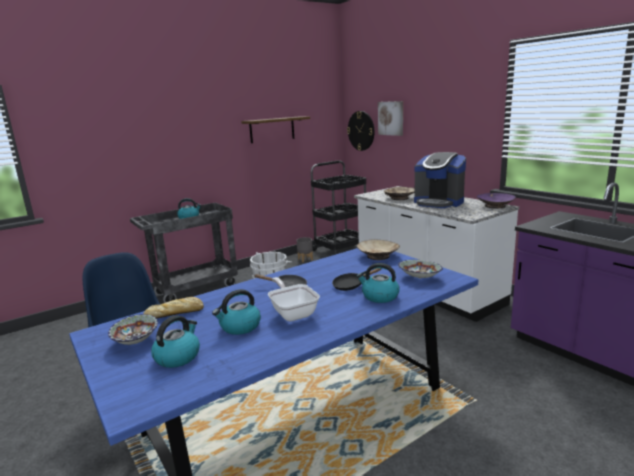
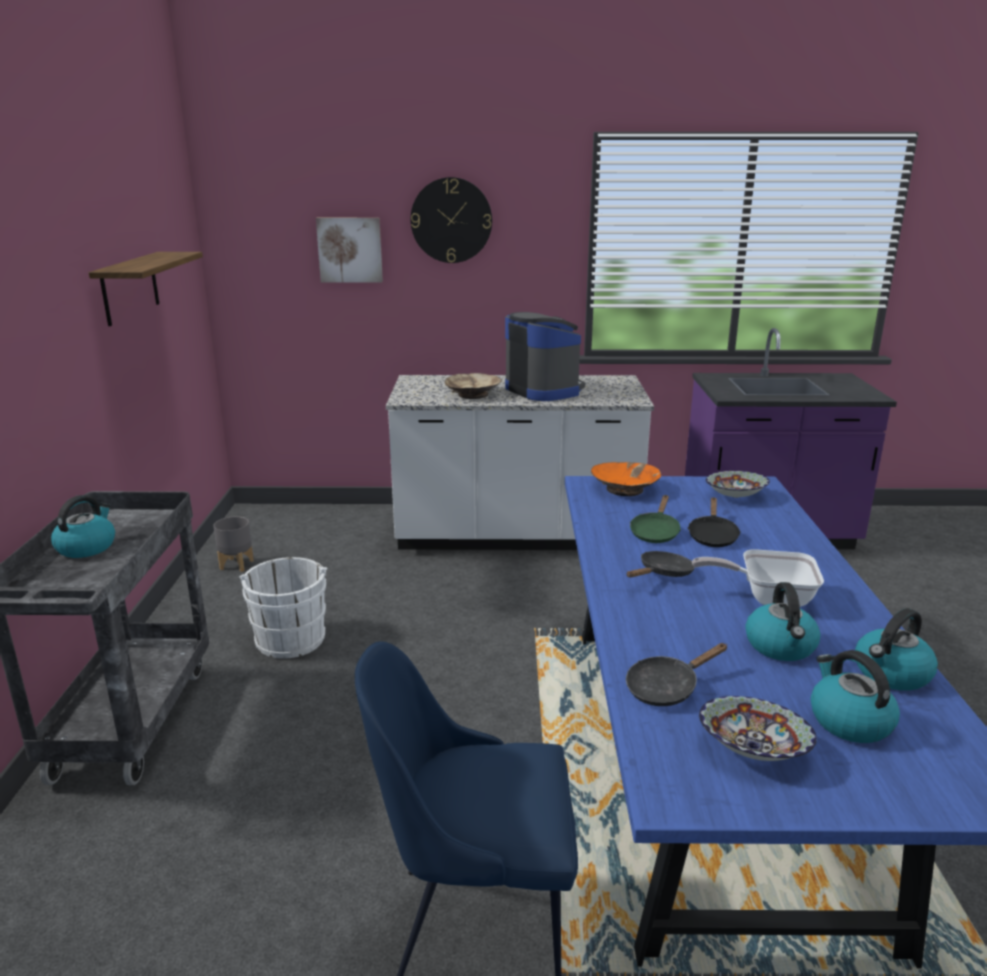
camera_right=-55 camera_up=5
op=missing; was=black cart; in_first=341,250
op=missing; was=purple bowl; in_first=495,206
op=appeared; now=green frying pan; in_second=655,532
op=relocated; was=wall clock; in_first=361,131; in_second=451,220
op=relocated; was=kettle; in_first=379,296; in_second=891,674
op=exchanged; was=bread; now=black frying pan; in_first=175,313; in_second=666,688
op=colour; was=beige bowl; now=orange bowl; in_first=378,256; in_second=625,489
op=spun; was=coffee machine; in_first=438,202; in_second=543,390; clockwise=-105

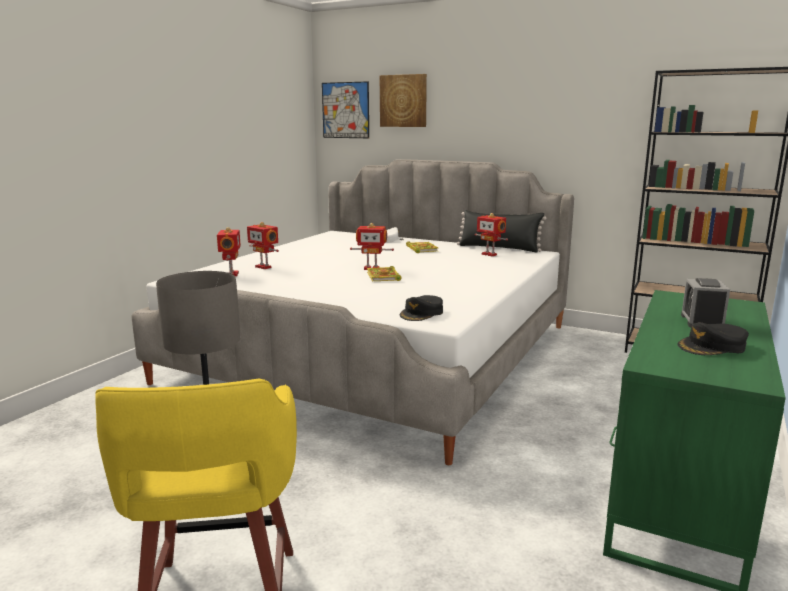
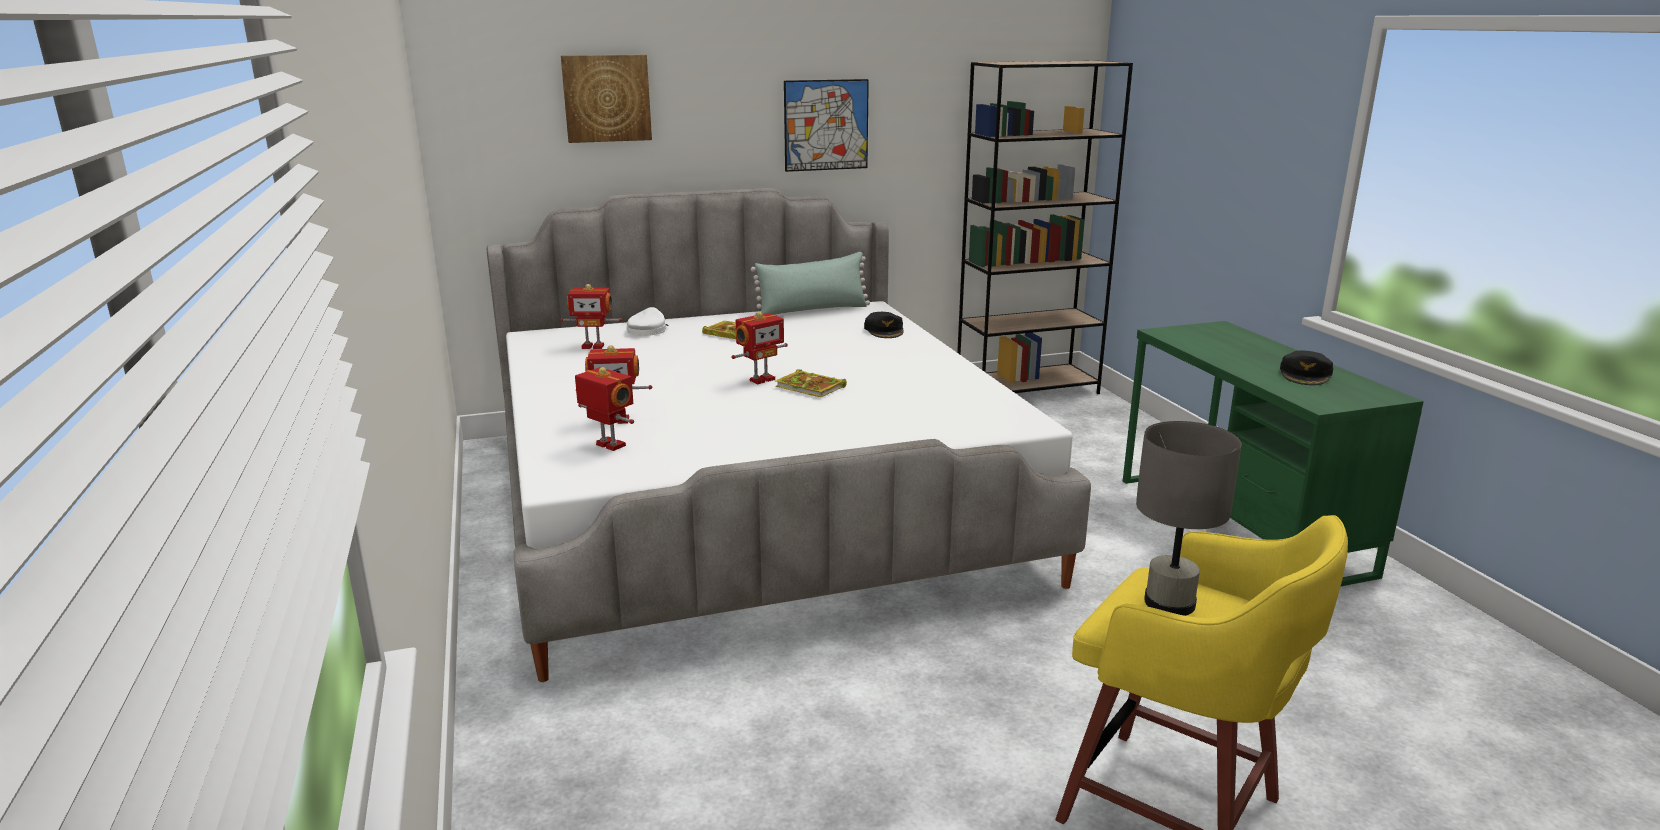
camera_right=-45 camera_up=5
op=missing; was=alarm clock; in_first=702,321
op=relocated; was=picture; in_first=345,110; in_second=826,125
op=relocated; was=black cap; in_first=422,313; in_second=884,330
op=relocated; was=toy robot; in_first=489,254; in_second=593,346
op=colour; was=black pillow; now=green pillow; in_first=499,248; in_second=812,310

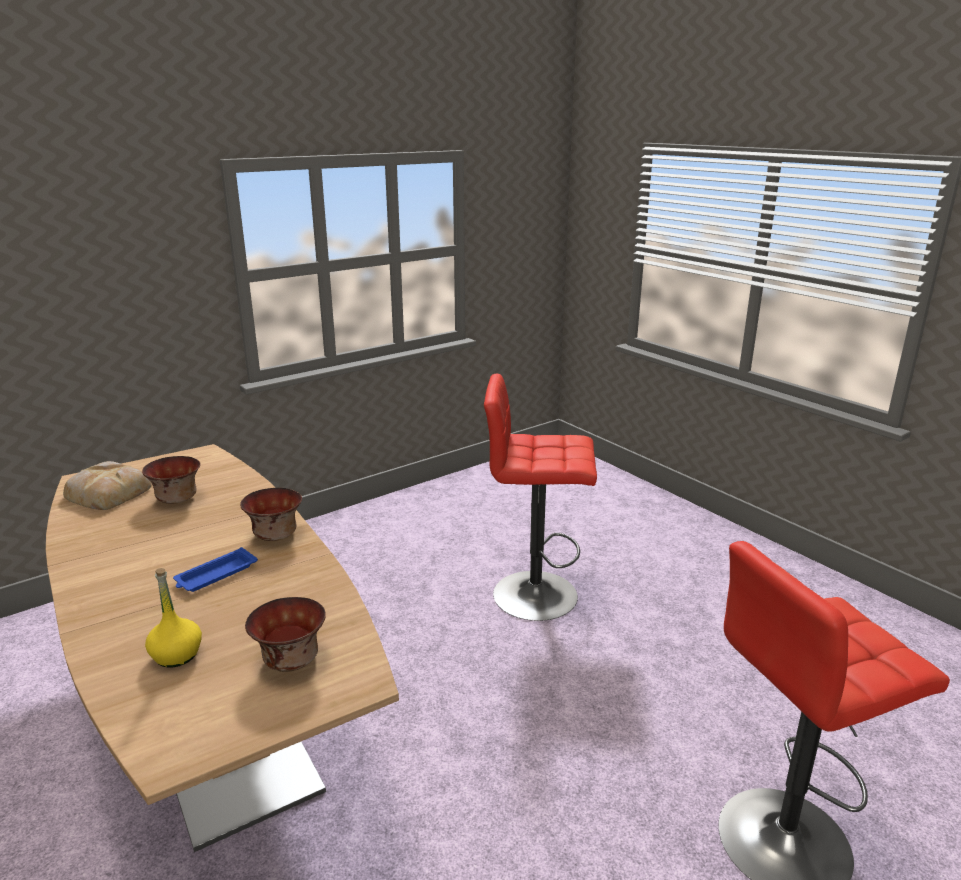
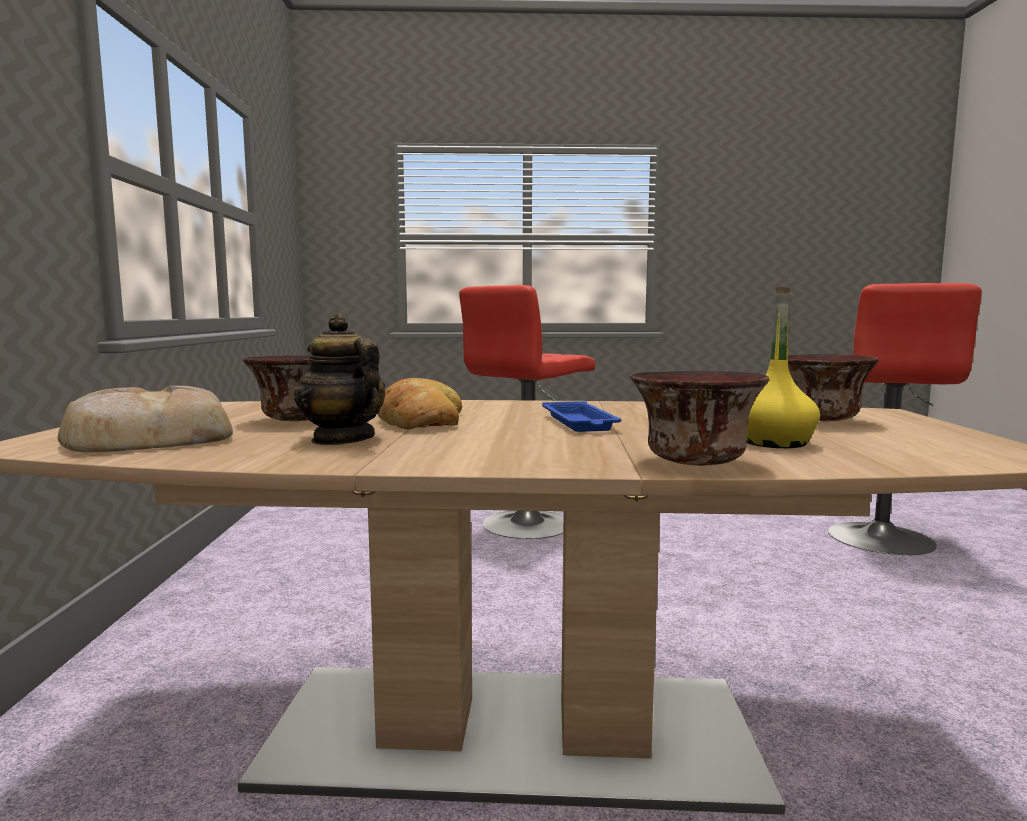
camera_right=-55 camera_up=-15
op=appeared; now=teapot; in_second=342,439
op=appeared; now=bread; in_second=420,420
op=relocated; was=bowl; in_first=274,535; in_second=695,462

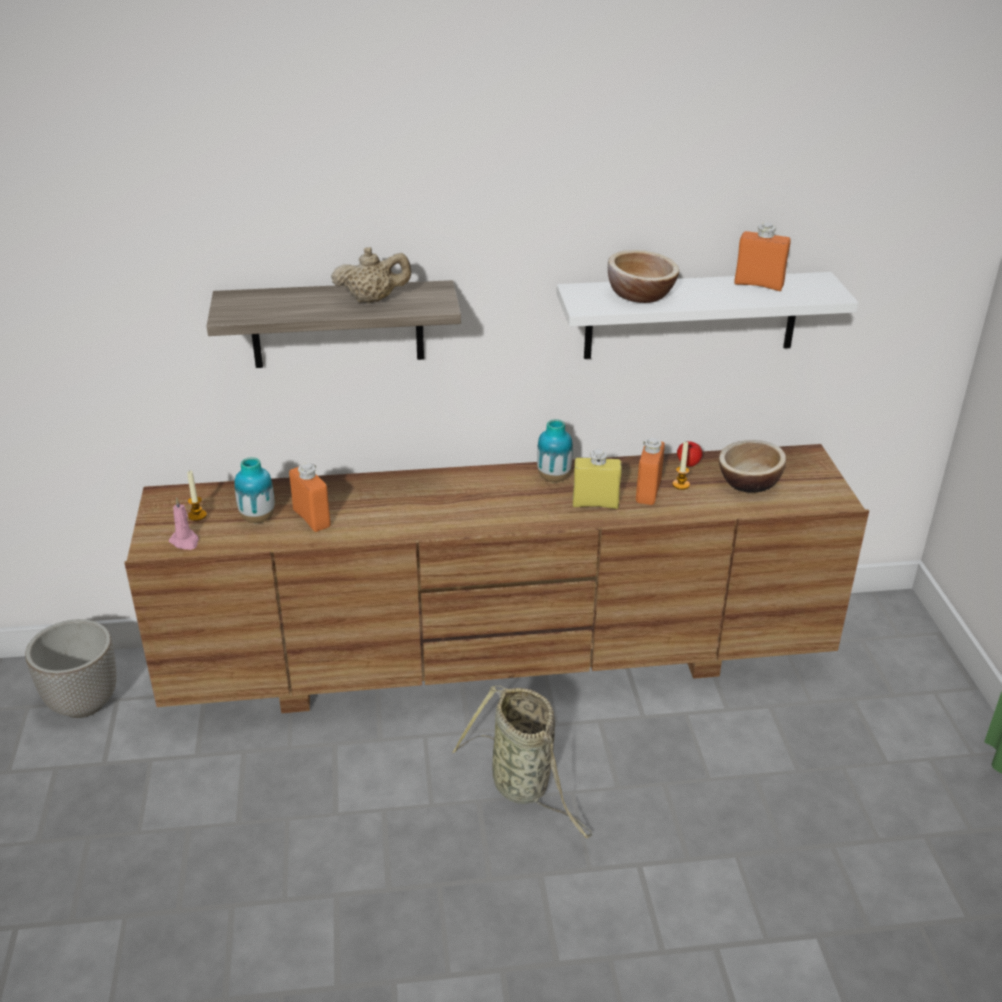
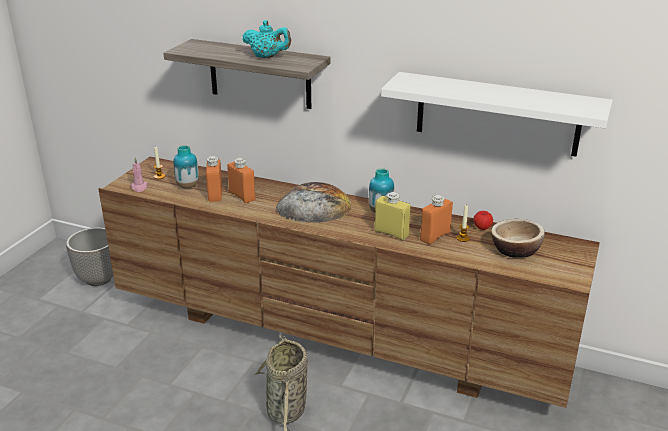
camera_right=30 camera_up=-5
op=missing; was=bowl; in_first=640,294
op=appeared; now=bread; in_second=314,206
op=relocated; was=orange bottle; in_first=758,285; in_second=242,196
op=colour; was=beige teapot; now=turquoise teapot; in_first=372,300; in_second=267,57

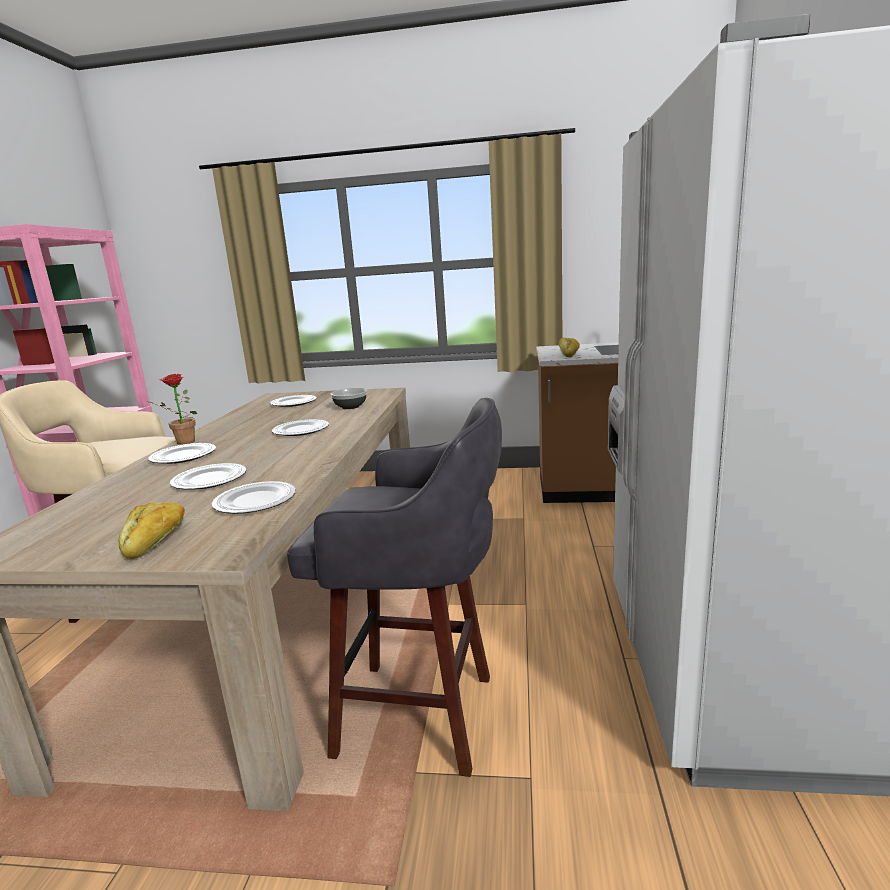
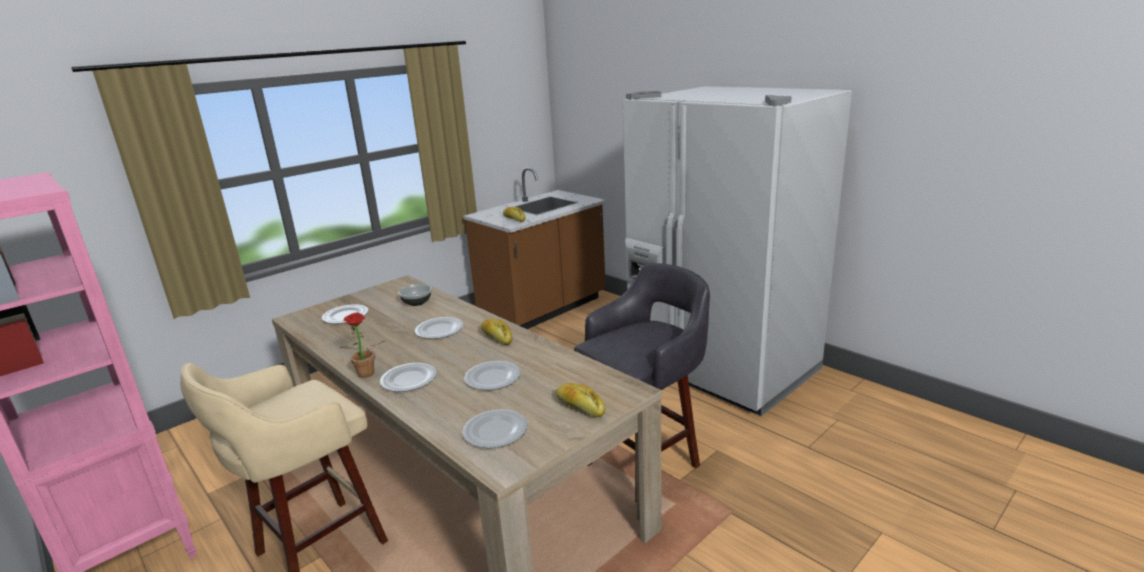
camera_right=-50 camera_up=5
op=appeared; now=bread; in_second=497,337
op=relocated; was=plate; in_first=256,500; in_second=495,430

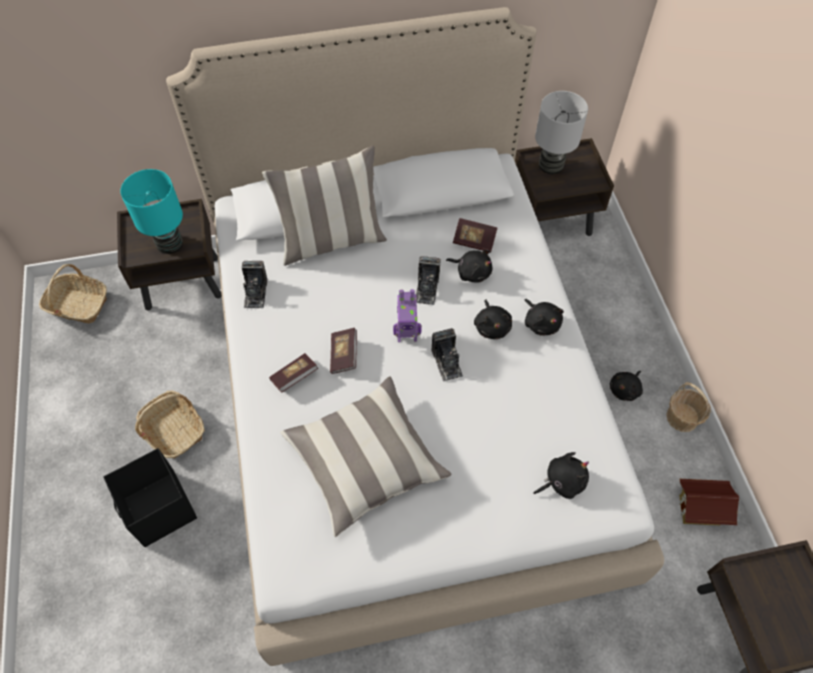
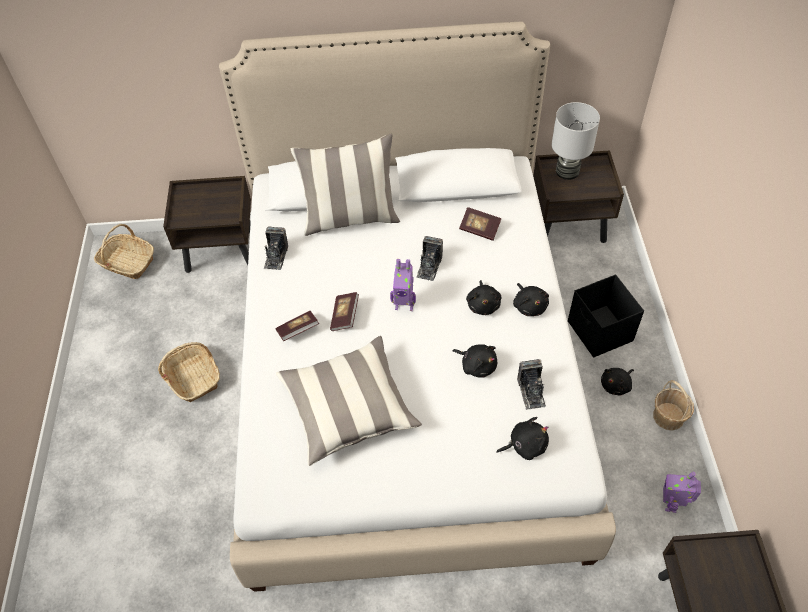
camera_right=10 camera_up=-5
op=missing; was=turquoise table lamp; in_first=169,243
op=relocated; was=black storage box; in_first=160,510; in_second=600,332
op=relocated; was=photo camera; in_first=447,362; in_second=531,392
op=relocated; was=black plush toy; in_first=472,272; in_second=477,365
op=exchanged; was=toy house; now=toy robot; in_first=699,510; in_second=672,504

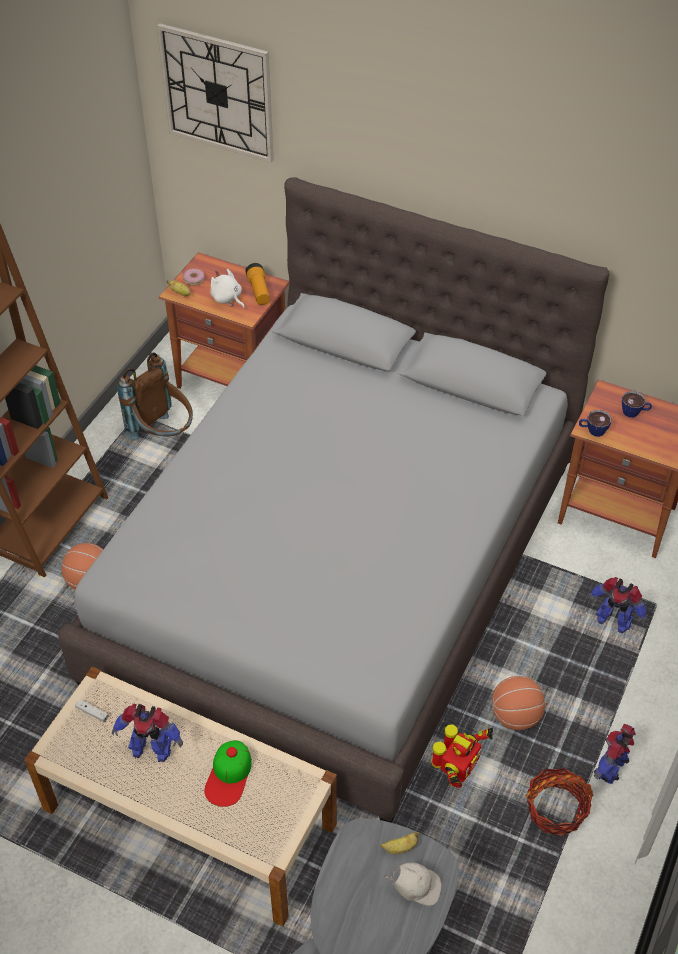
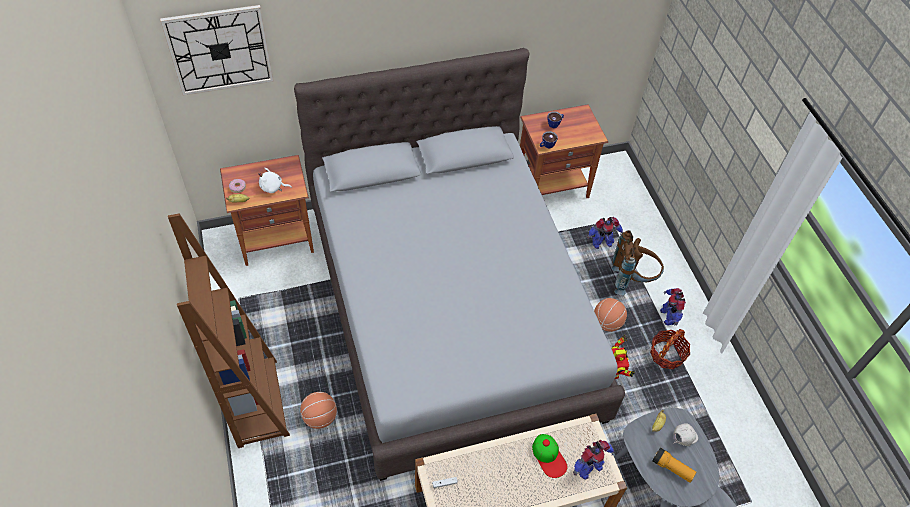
camera_right=-45 camera_up=5
op=relocated; was=toy robot; in_first=151,748; in_second=588,467
op=relocated; was=brown backpack; in_first=163,435; in_second=632,279
op=relocated; was=flashlight; in_first=259,291; in_second=672,468

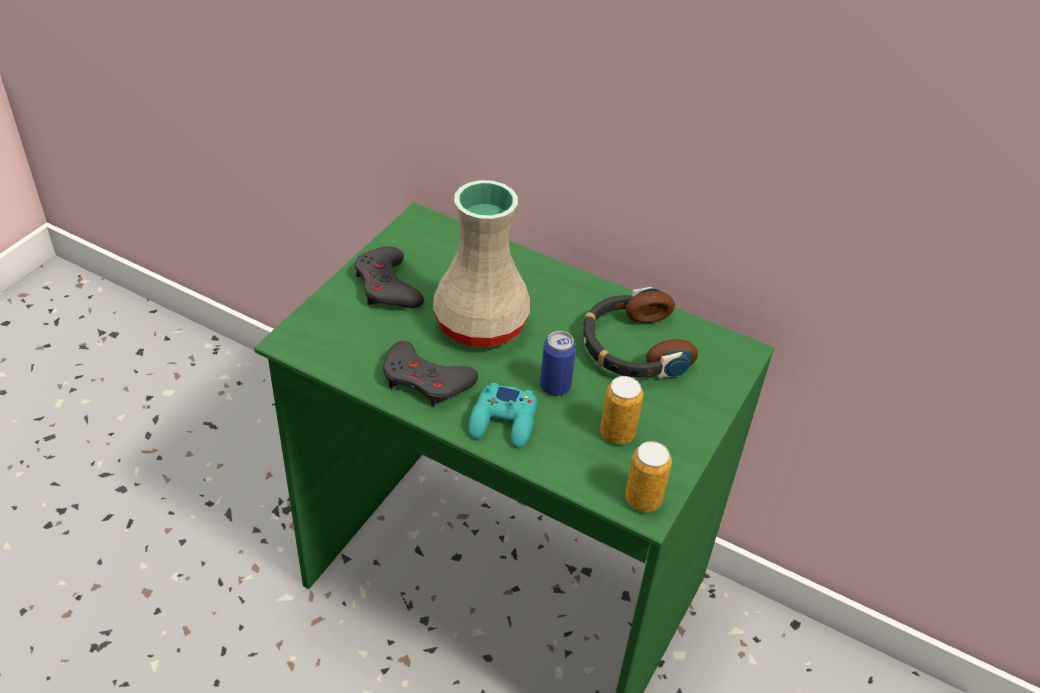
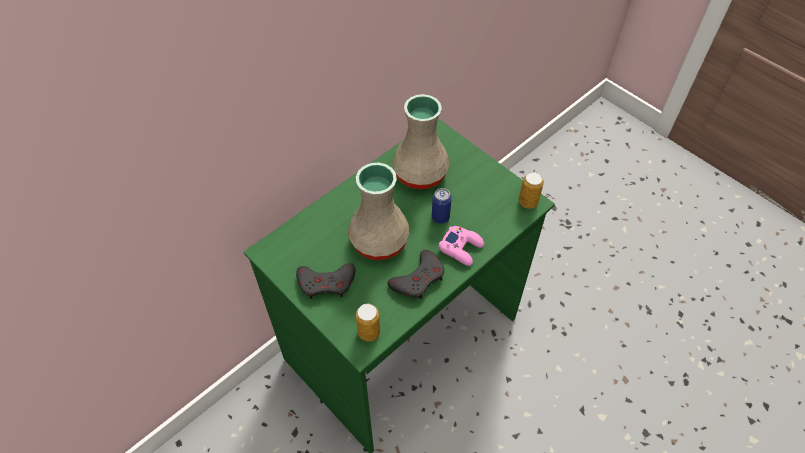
camera_right=-70 camera_up=10
op=relocated; was=can; in_first=617,433; in_second=369,332
op=exchanged; was=headphones; now=beige vase; in_first=633,347; in_second=419,174
op=colour; was=turquoise game controller; now=pink game controller; in_first=504,422; in_second=461,248

